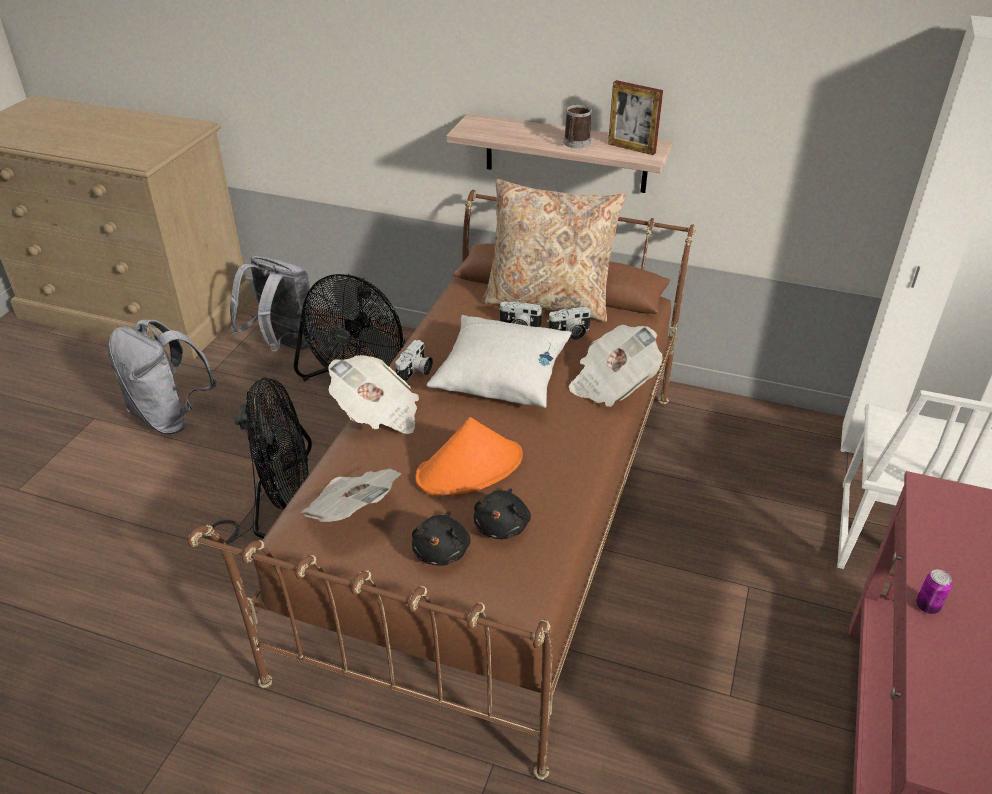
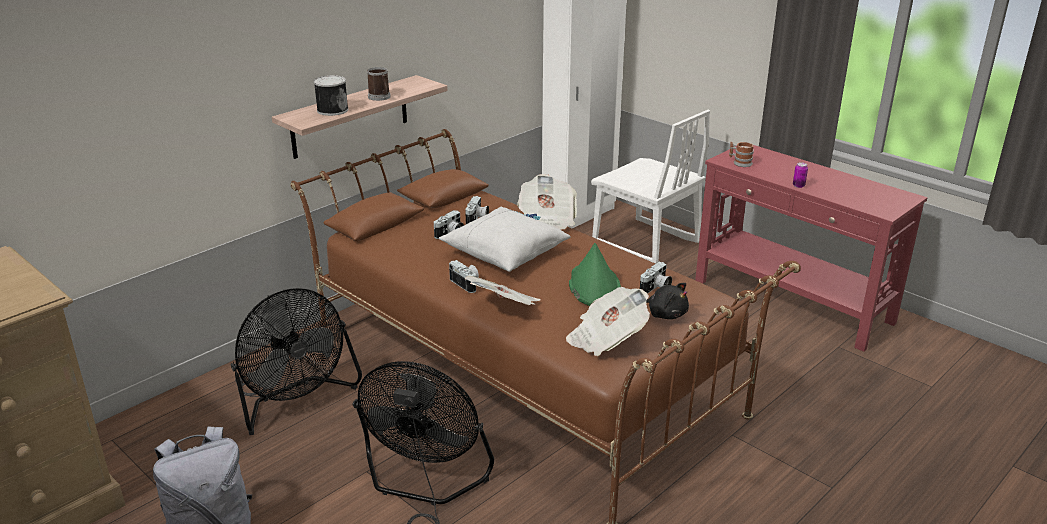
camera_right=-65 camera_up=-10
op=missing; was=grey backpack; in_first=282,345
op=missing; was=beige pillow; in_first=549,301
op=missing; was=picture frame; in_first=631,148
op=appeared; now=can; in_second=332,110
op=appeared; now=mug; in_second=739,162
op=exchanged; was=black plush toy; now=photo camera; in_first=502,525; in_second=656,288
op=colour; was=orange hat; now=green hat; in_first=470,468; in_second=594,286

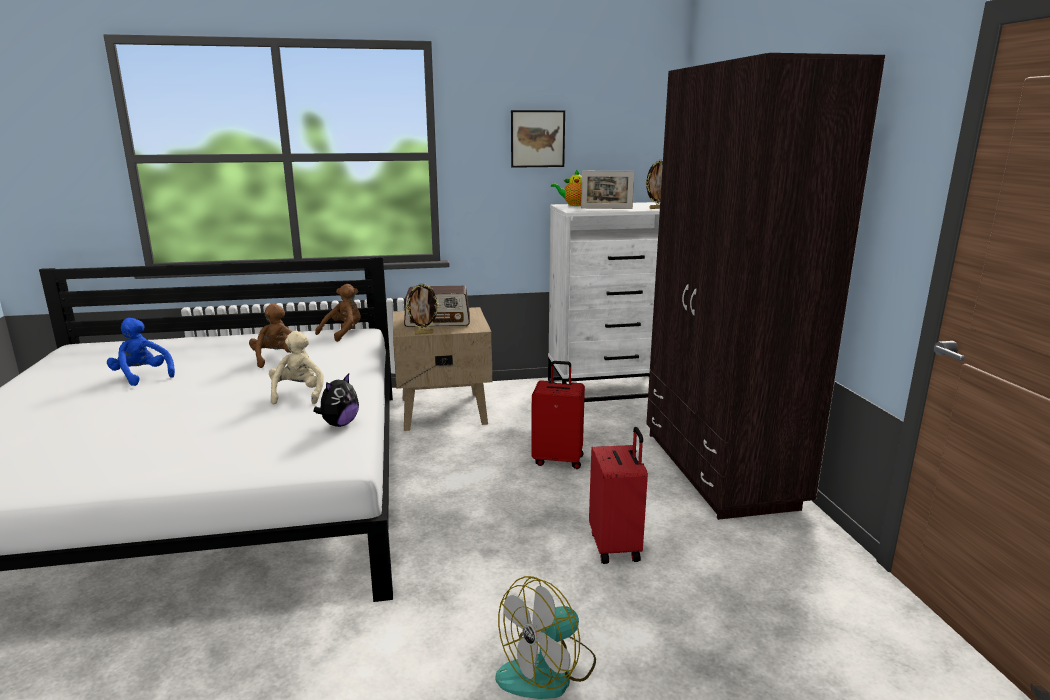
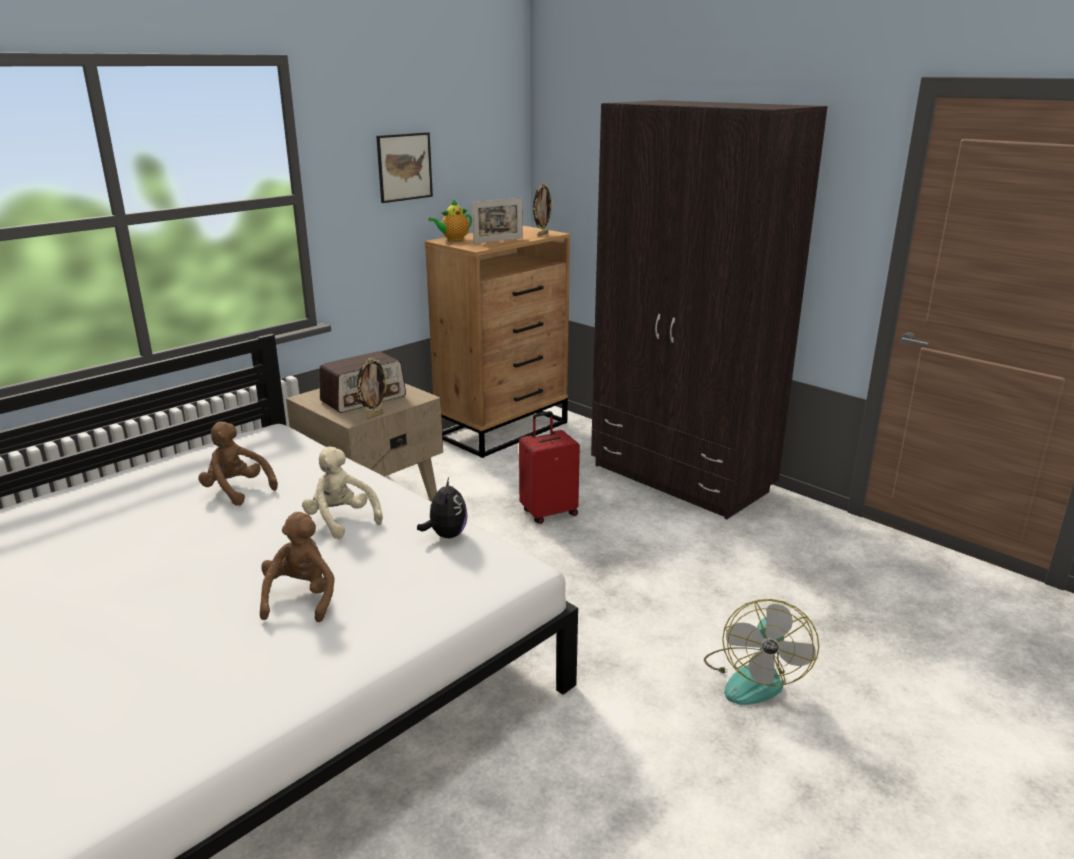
camera_right=-35 camera_up=5
op=missing; was=blue plush toy; in_first=142,376
op=missing; was=red suitcase; in_first=616,546
op=relocated; was=brown plush toy; in_first=343,333; in_second=301,598
op=colour; was=white dresser; now=brown dresser; in_first=609,387; in_second=503,429

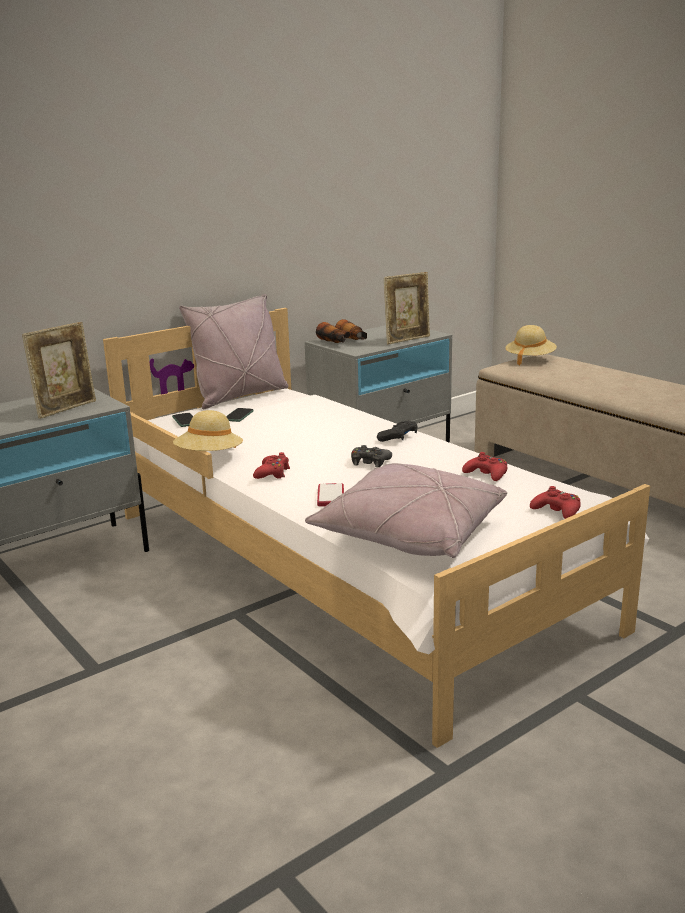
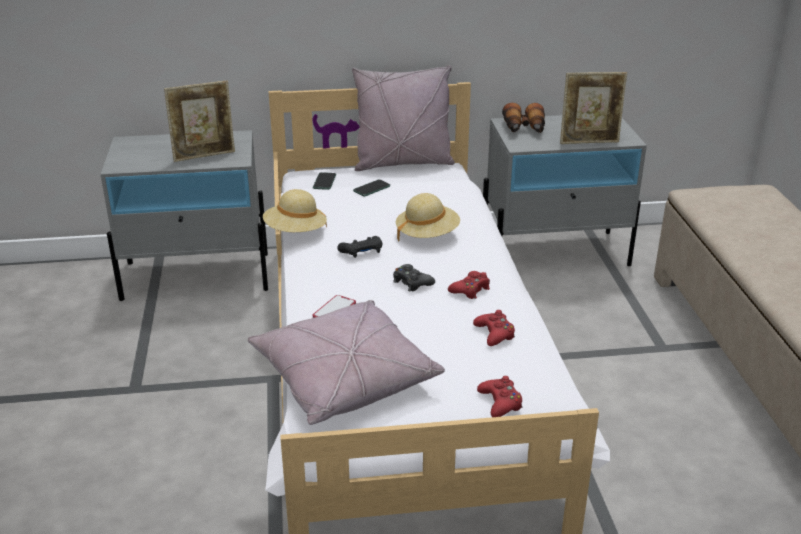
camera_right=30 camera_up=10
op=relocated; was=red game controller; in_first=272,473; in_second=470,290
op=relocated; was=black game controller; in_first=398,437; in_second=362,252
op=relocated; was=beige hat; in_first=530,359; in_second=427,235

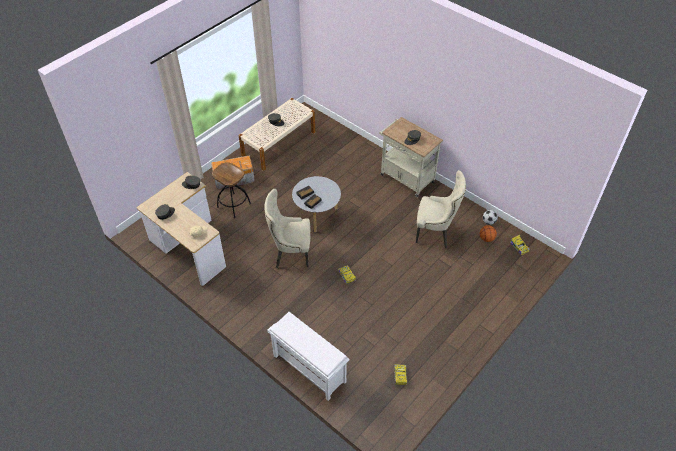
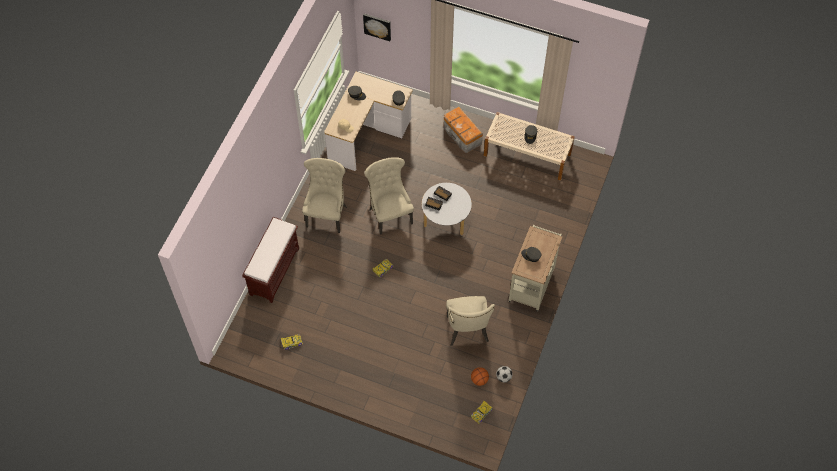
camera_right=70 camera_up=10
op=missing; was=brown stool; in_first=234,205
op=appeared; now=beige chair; in_second=326,215
op=appeared; now=picture; in_second=377,26
op=colour; was=white bench; now=brown bench; in_first=308,368; in_second=274,270

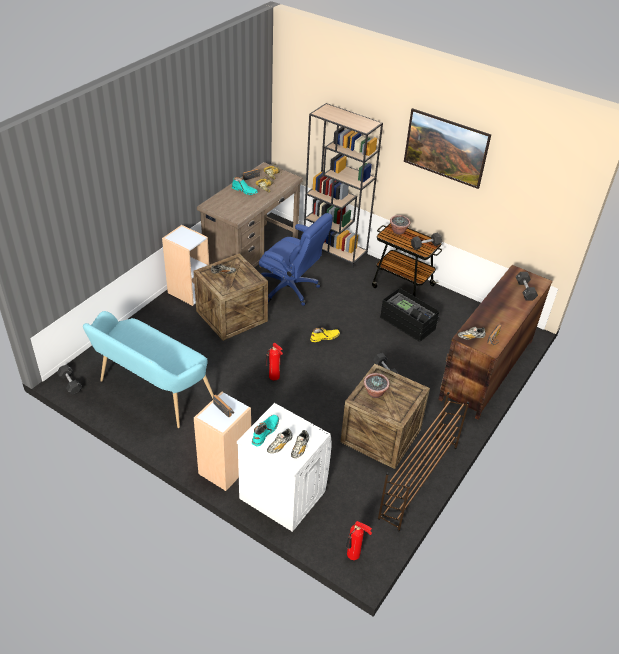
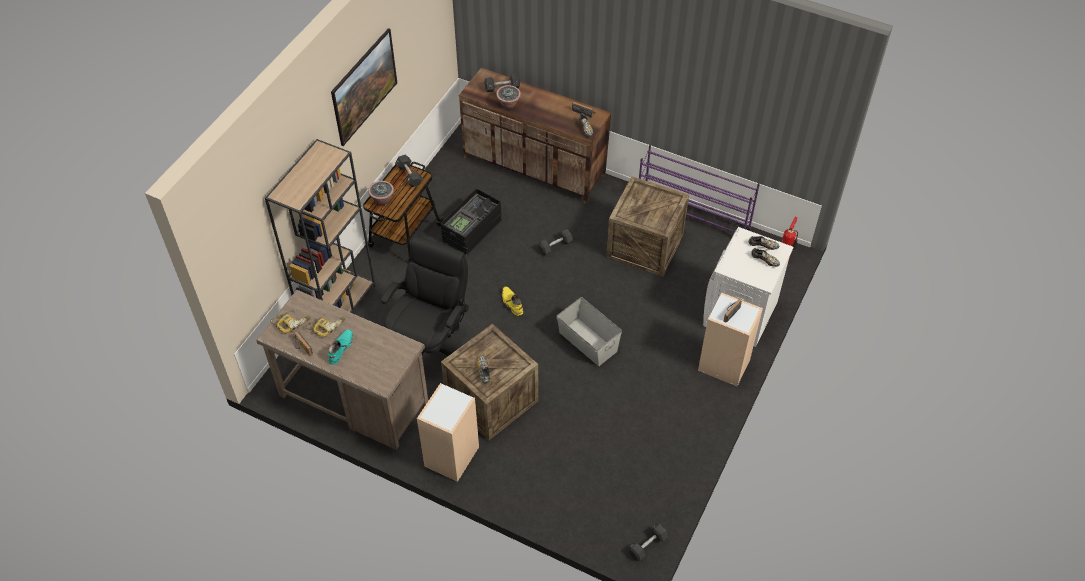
camera_right=-95 camera_up=10
op=missing; was=turquoise bench; in_first=151,392
op=missing; was=turquoise boot; in_first=264,432
op=relocated; was=potted plant; in_first=375,393; in_second=508,104
op=exchanged; was=fire extinguisher; now=grey storage box; in_first=273,377; in_second=588,342
op=colour; was=blue office chair; now=black office chair; in_first=292,290; in_second=430,344
op=colour; was=brown shoe rack; now=purple shoe rack; in_first=418,482; in_second=693,217

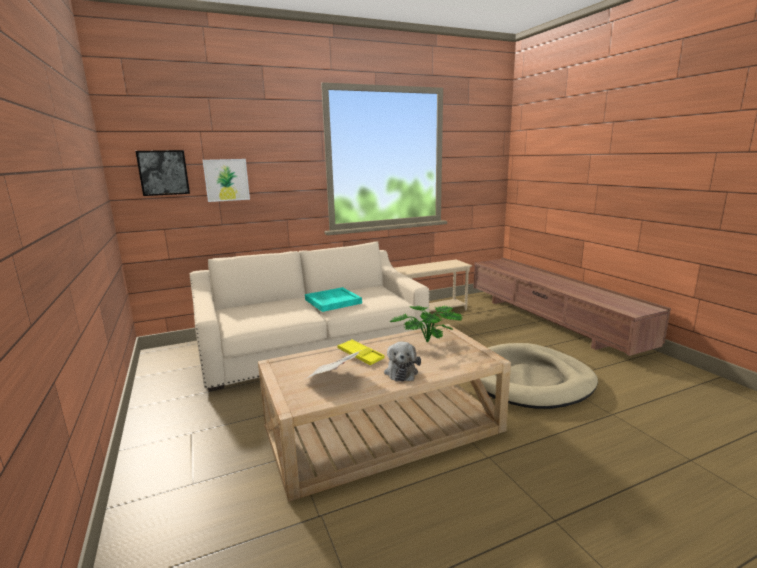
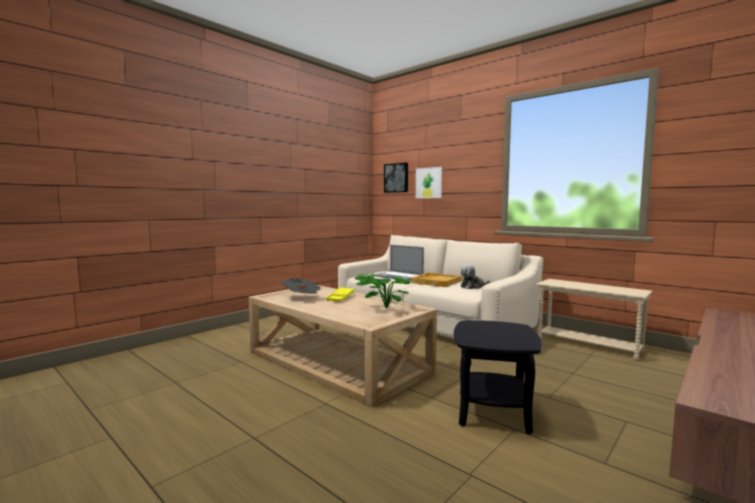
camera_right=65 camera_up=-10
op=appeared; now=laptop; in_second=398,276
op=relocated; was=plush toy; in_first=401,371; in_second=473,286
op=exchanged; was=beige dog bed; now=black side table; in_first=528,380; in_second=493,412
op=colour; was=turquoise tray; now=beige tray; in_first=332,301; in_second=436,281

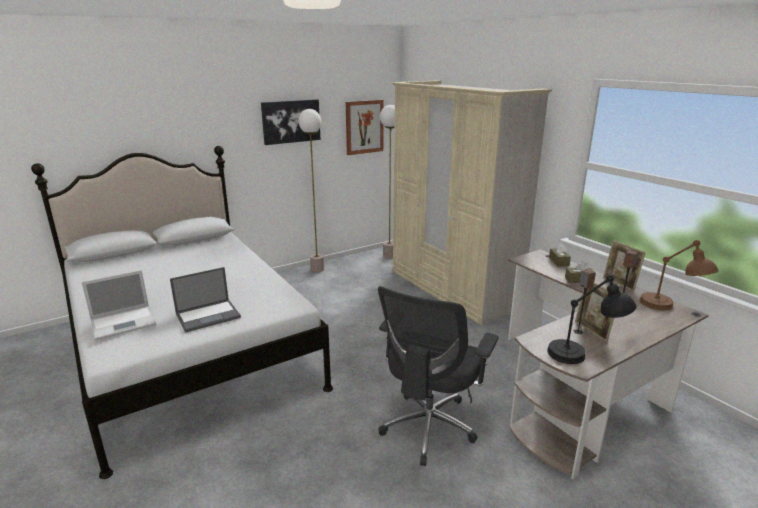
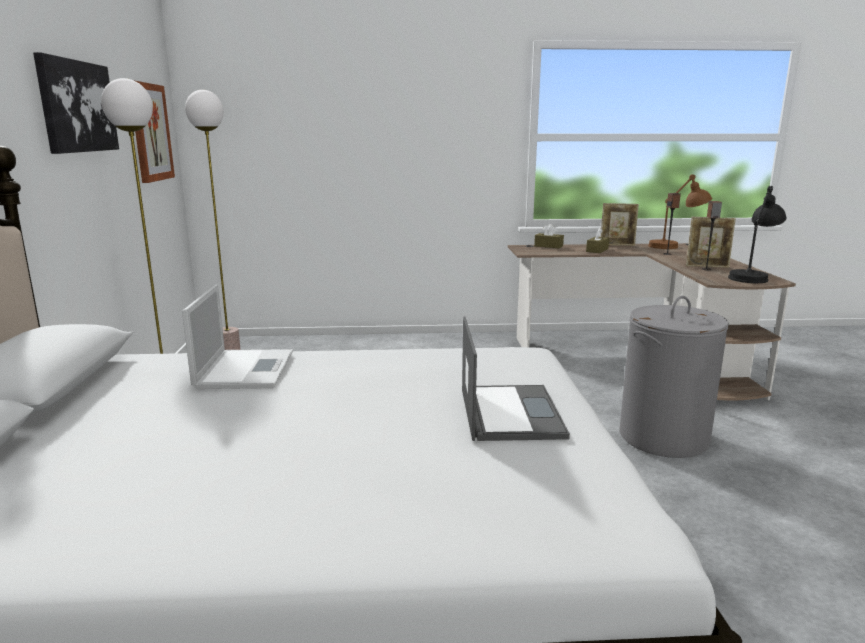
camera_right=-60 camera_up=-5
op=missing; was=beige wardrobe; in_first=451,290
op=relocated; was=laptop; in_first=124,322; in_second=245,369
op=exchanged; was=office chair; now=grey laundry basket; in_first=428,425; in_second=663,437

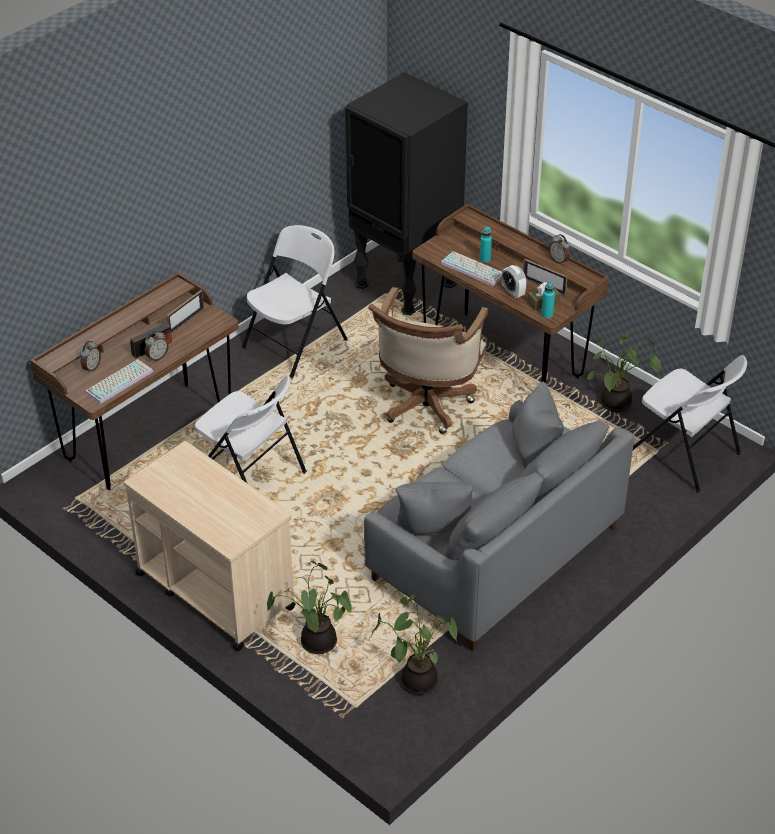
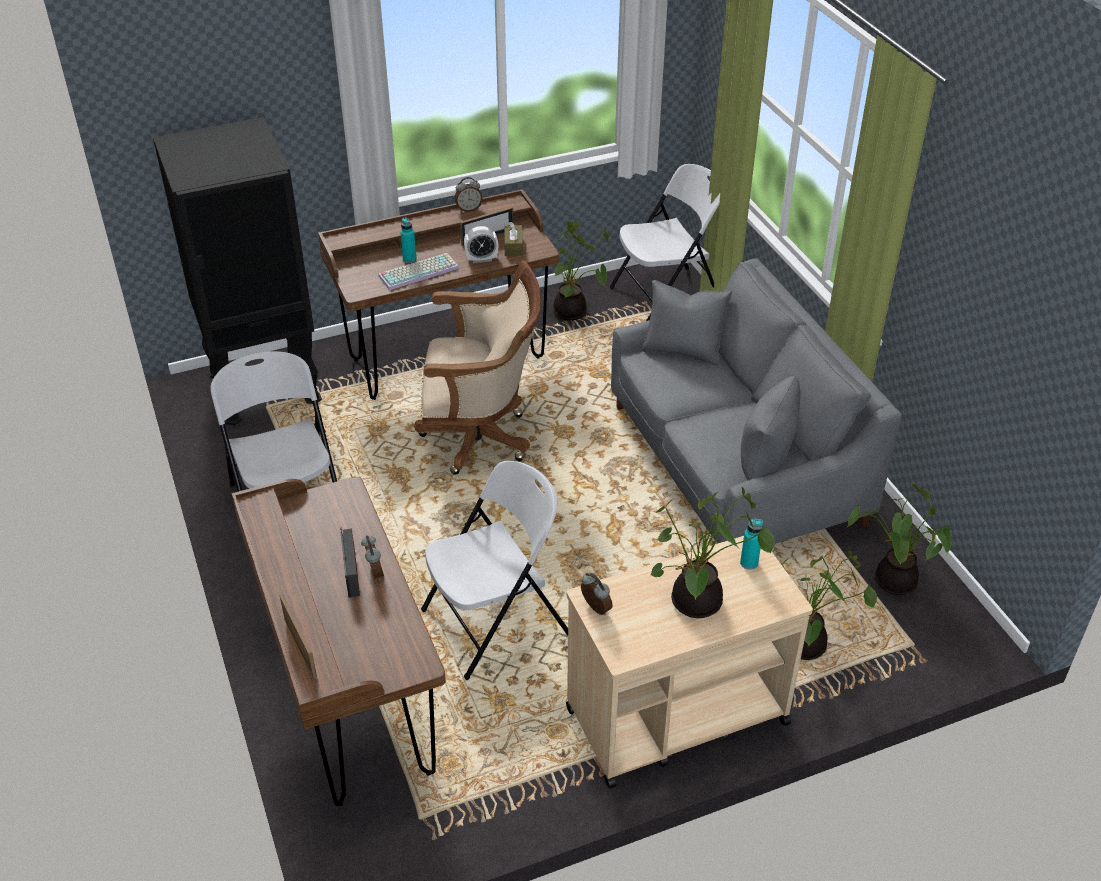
camera_right=-65 camera_up=0
op=missing; was=keyboard; in_first=119,381
op=appeared; now=potted plant; in_second=697,605
op=relocated; was=alarm clock; in_first=91,368; in_second=595,609
op=relocated; was=picture frame; in_first=186,321; in_second=300,648
op=relocated; was=turquoise bottle; in_first=547,314; in_second=749,563
op=spun; was=office chair; in_first=425,407; in_second=481,438; clockwise=-45

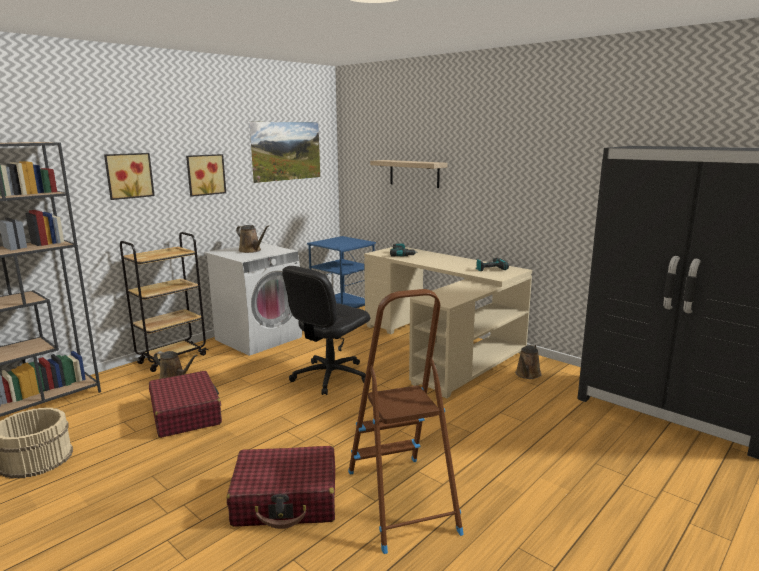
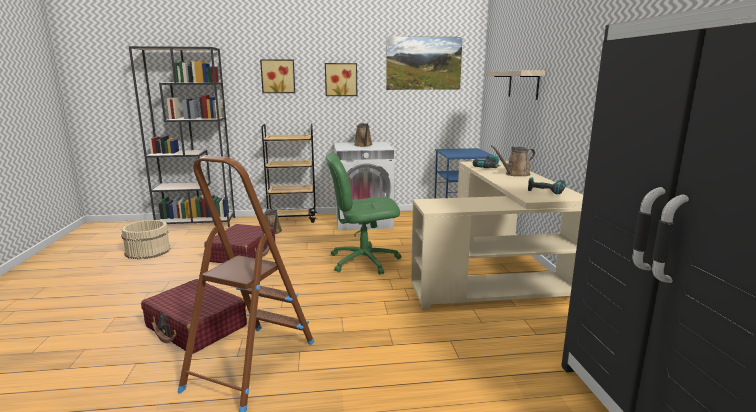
camera_right=40 camera_up=0
op=relocated; was=brown watering can; in_first=527,375; in_second=515,174
op=colour; was=black office chair; now=green office chair; in_first=330,376; in_second=363,260

